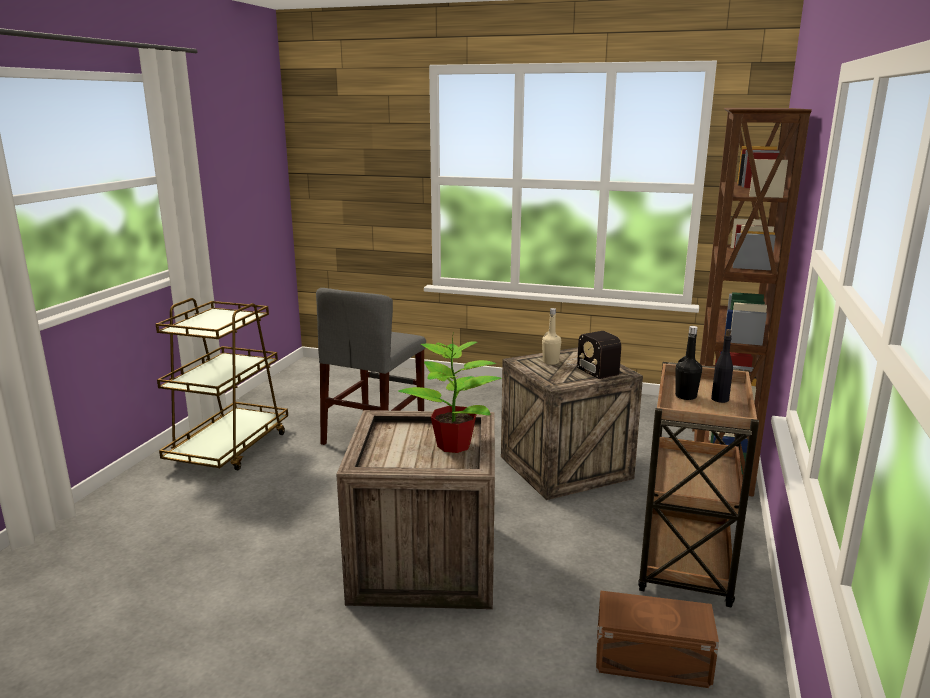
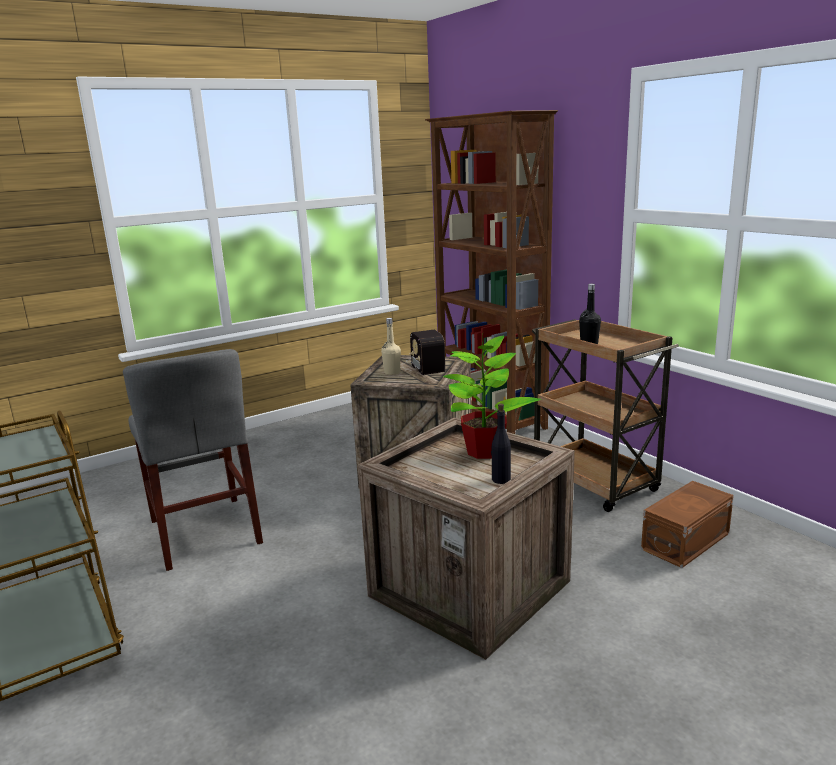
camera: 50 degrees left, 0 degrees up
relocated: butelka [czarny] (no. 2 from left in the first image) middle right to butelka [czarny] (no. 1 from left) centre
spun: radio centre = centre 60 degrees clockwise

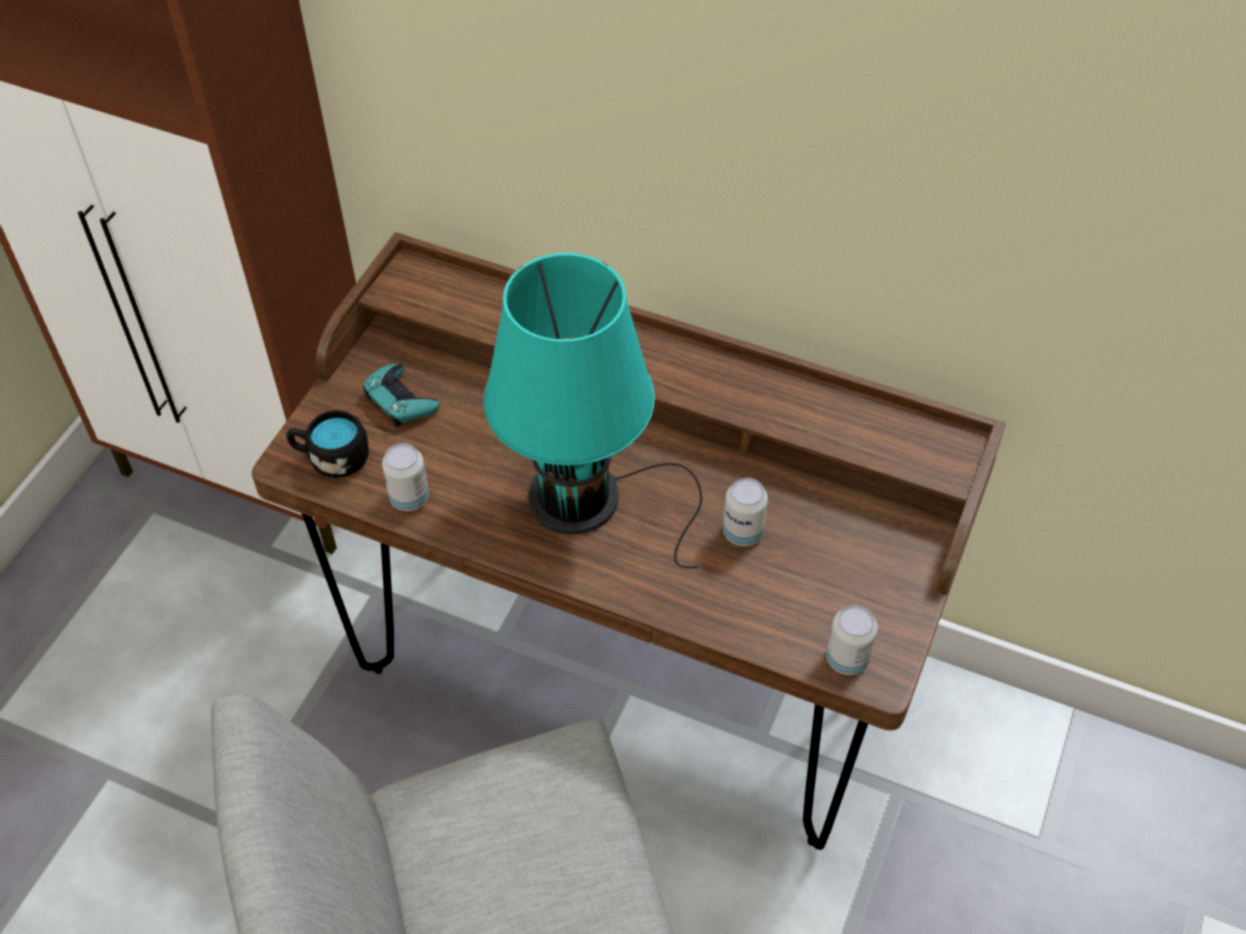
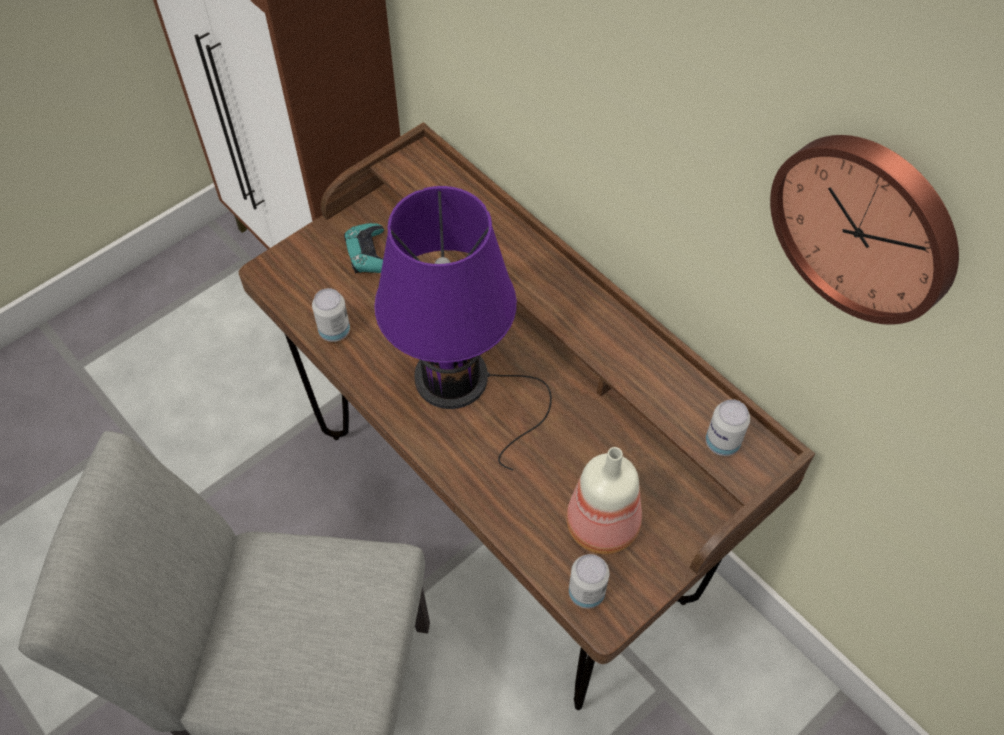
camera: 25 degrees right, 5 degrees up
missing: kubek [czarny] middle left
appeared: butelka bottom centre; zegar ścienny top right
relocated: puszka (no. 2 from left in the first image) centre to puszka (no. 3 from left) middle right
colour: lampa stołowa [turkusowy] centre to lampa stołowa [fioletowy] centre

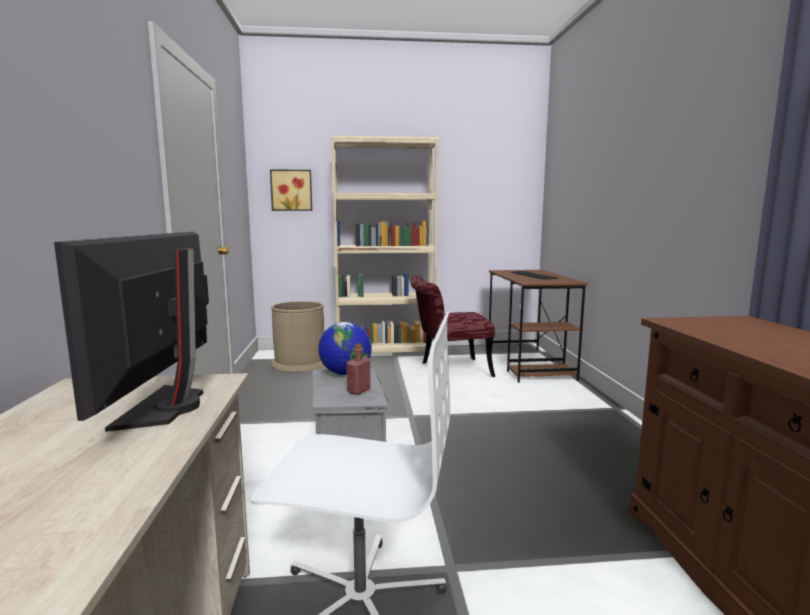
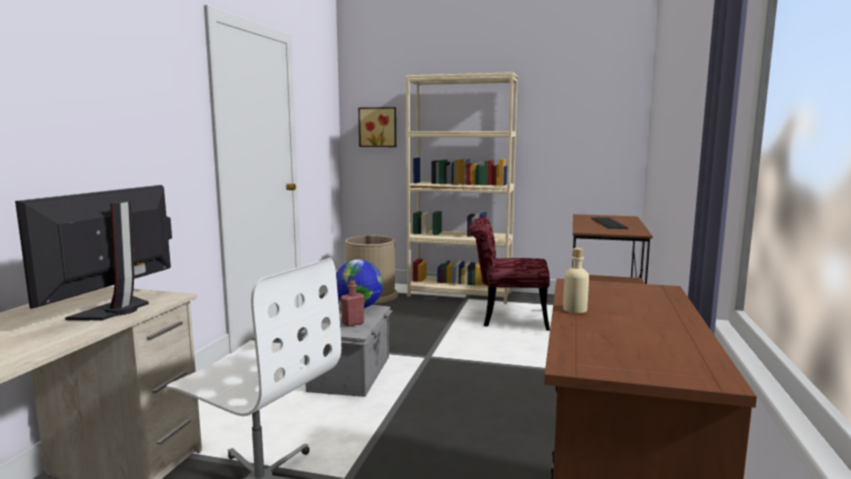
camera: 20 degrees right, 0 degrees up
appeared: butelka [beżowy] middle right

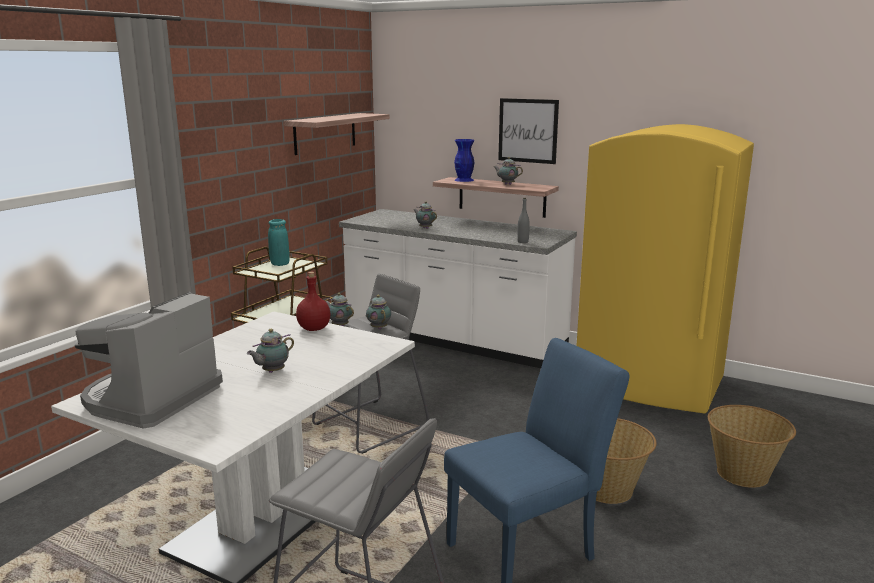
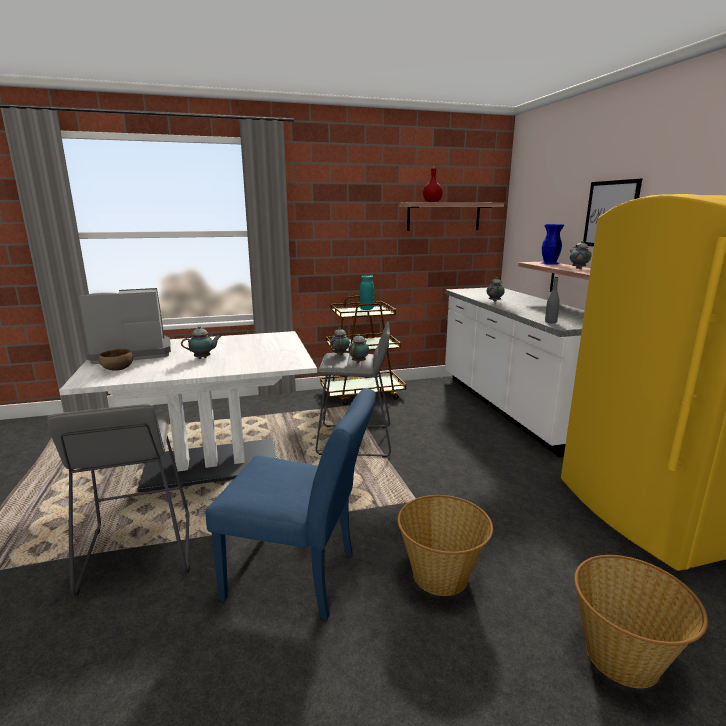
camera: 45 degrees right, 0 degrees up
appeared: miska [brązowy] middle left
relocated: butelka [czerwony] centre to top centre
spun: imbryk (no. 1 from left) middle left = middle left 150 degrees clockwise

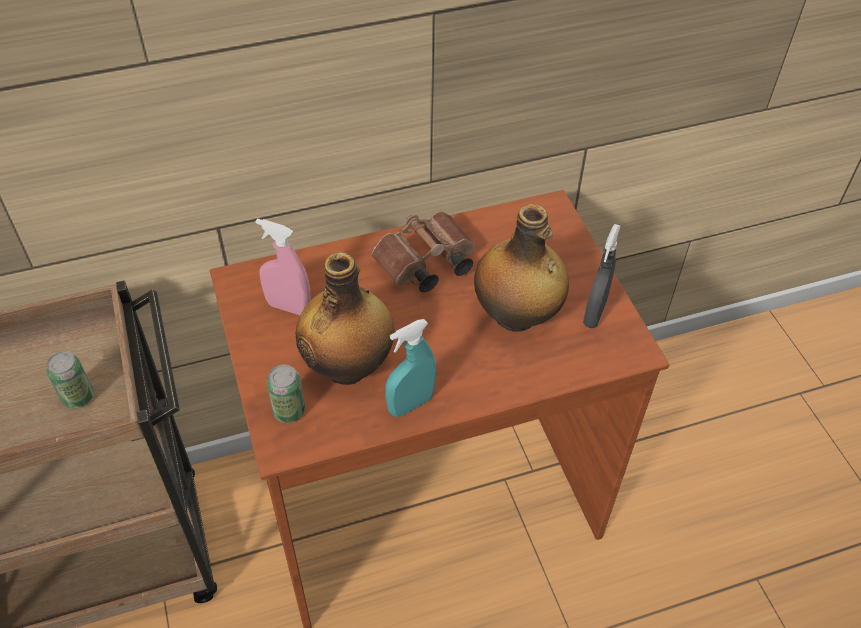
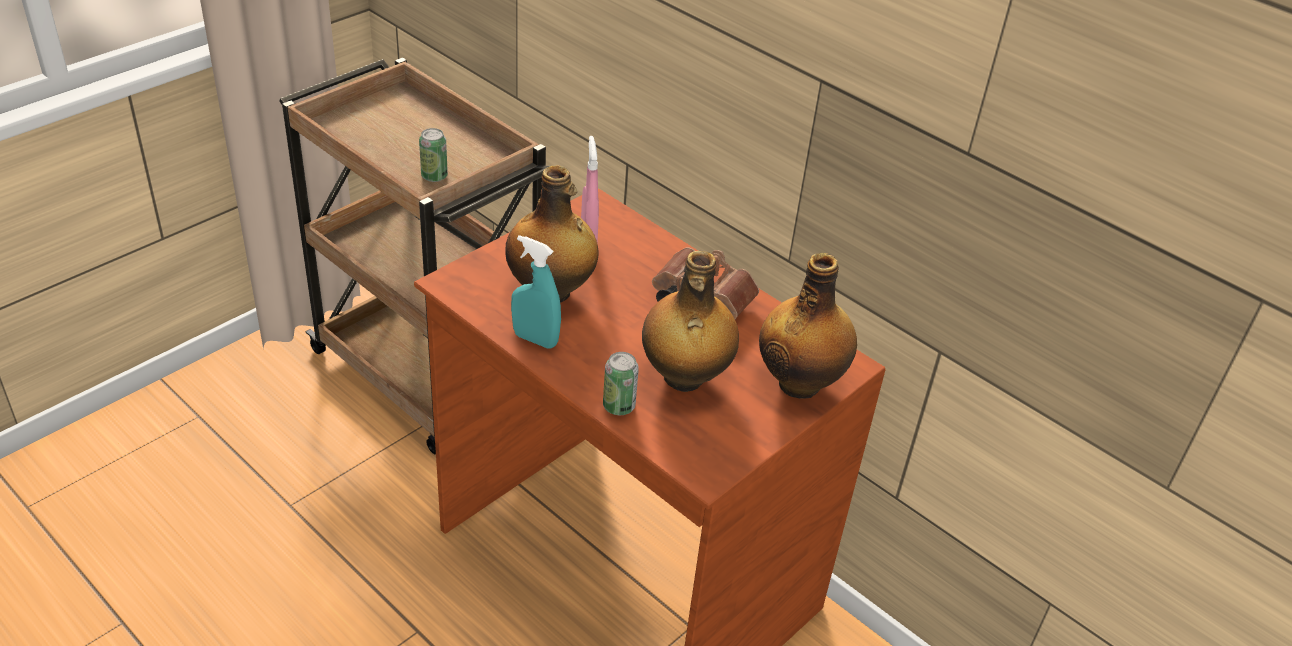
camera: 60 degrees right, 10 degrees down
missing: spryskiwacz [szary] middle right
appeared: butelka (no. 3 from left) centre
relocated: puszka (no. 2 from left) middle left to centre

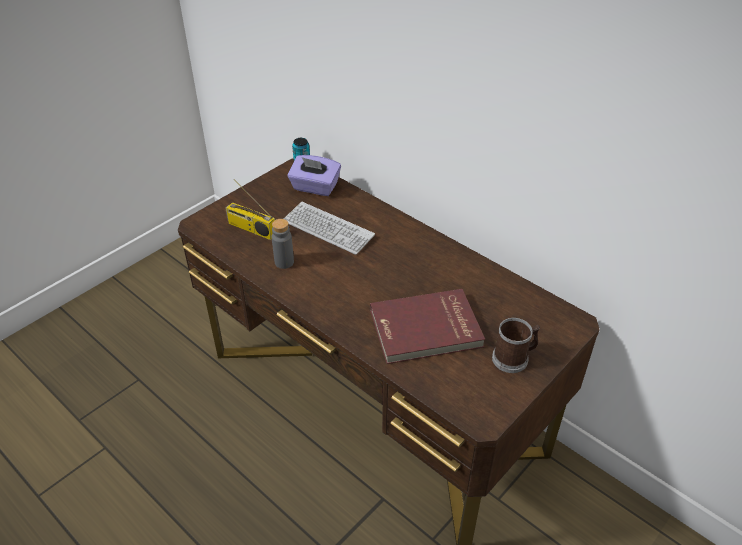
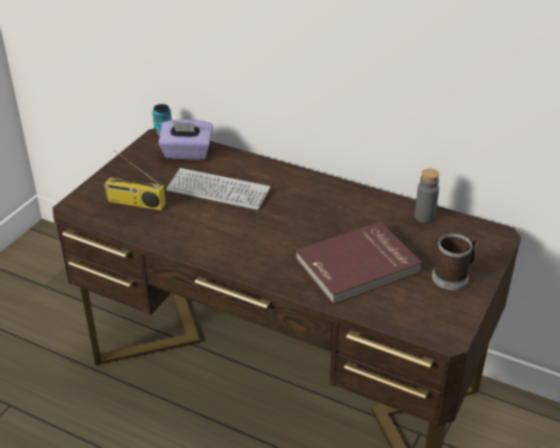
camera: 15 degrees left, 5 degrees down
relocated: butelka [szary] centre to middle right

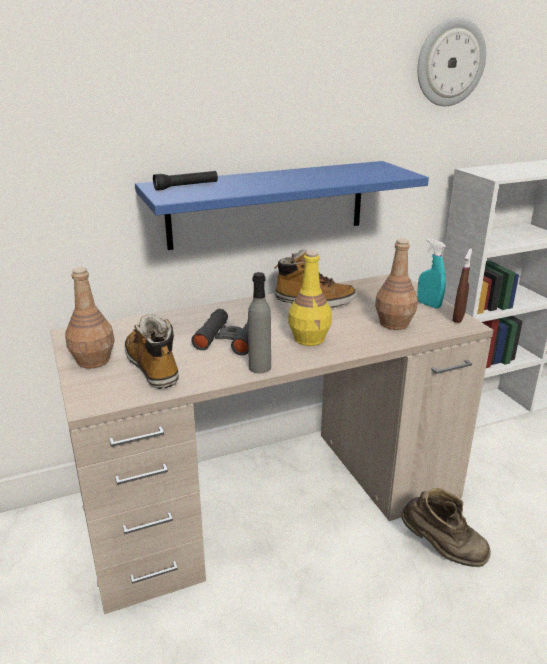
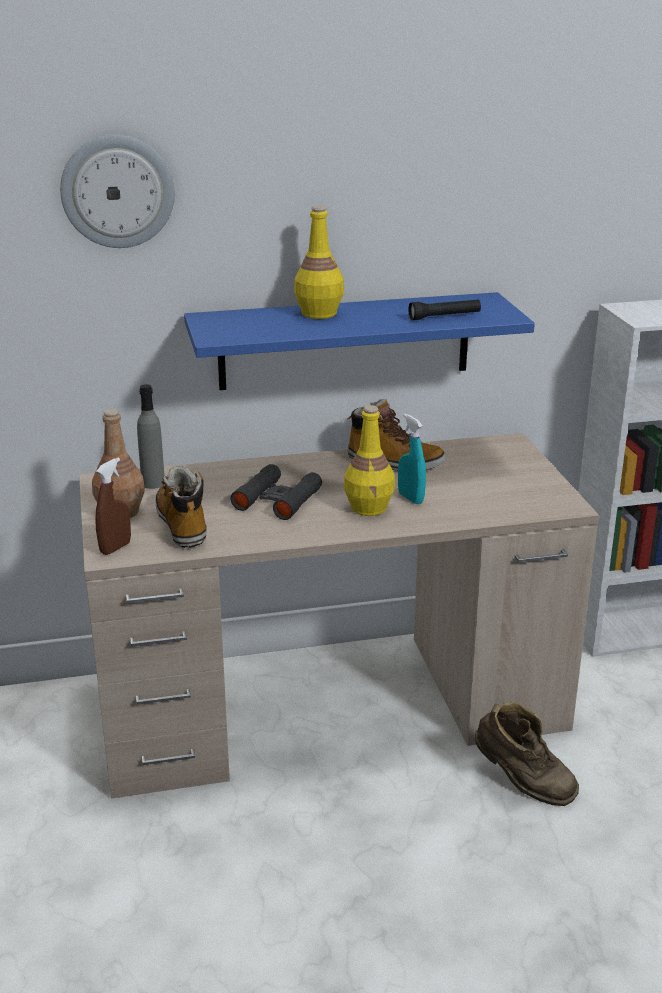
camera: 10 degrees right, 0 degrees up
missing: butelka [brązowy] (no. 2 from left) middle right
appeared: butelka [żółty] (no. 1 from left) top centre
relocated: latarka [czarny] top centre to top right; butelka [szary] centre to middle left; zegar ścienny top right to top left; spryskiwacz [turkusowy] middle right to centre; spryskiwacz [brązowy] middle right to middle left

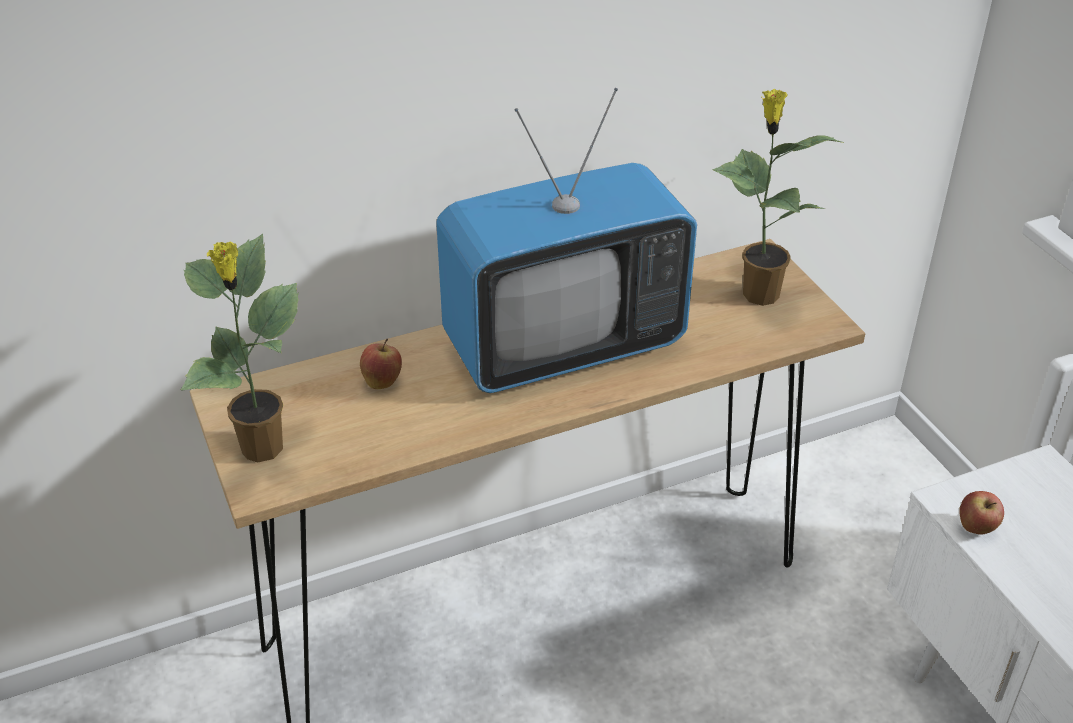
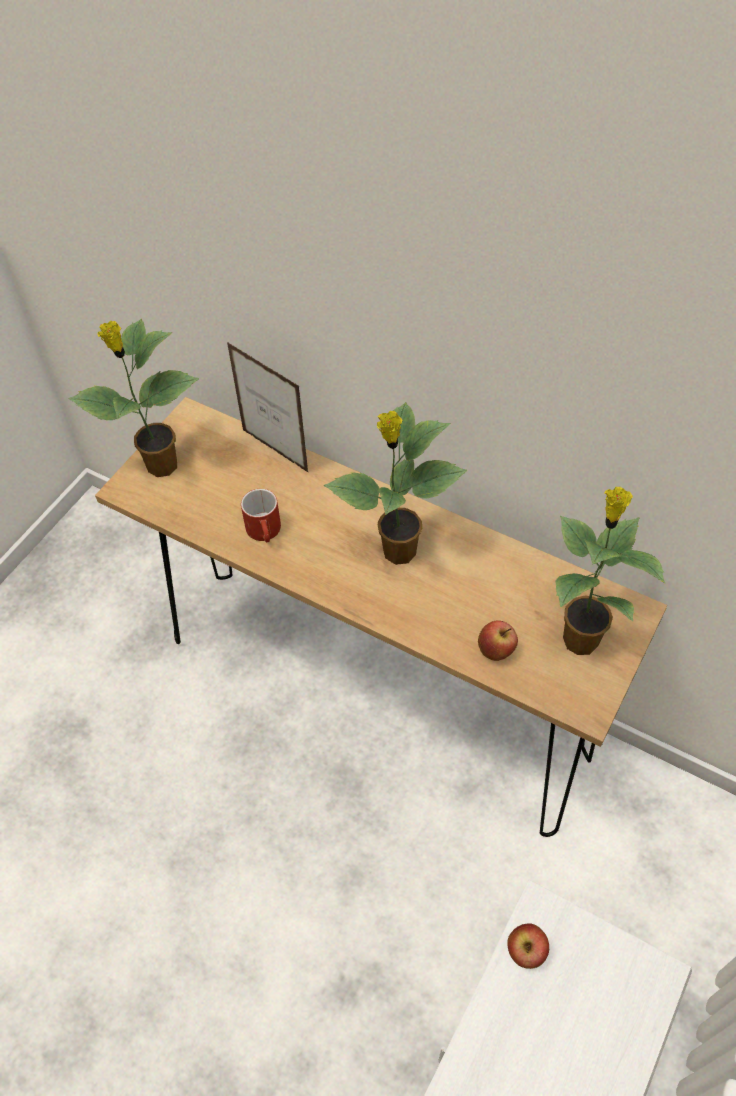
camera: 55 degrees right, 15 degrees up
appeared: ramka na zdjęcie centre; kubek [czerwony] centre
relocated: jabłko (no. 1 from left) centre to middle right
exchanged: telewizor top centre to roślina doniczkowa (no. 2 from left) centre

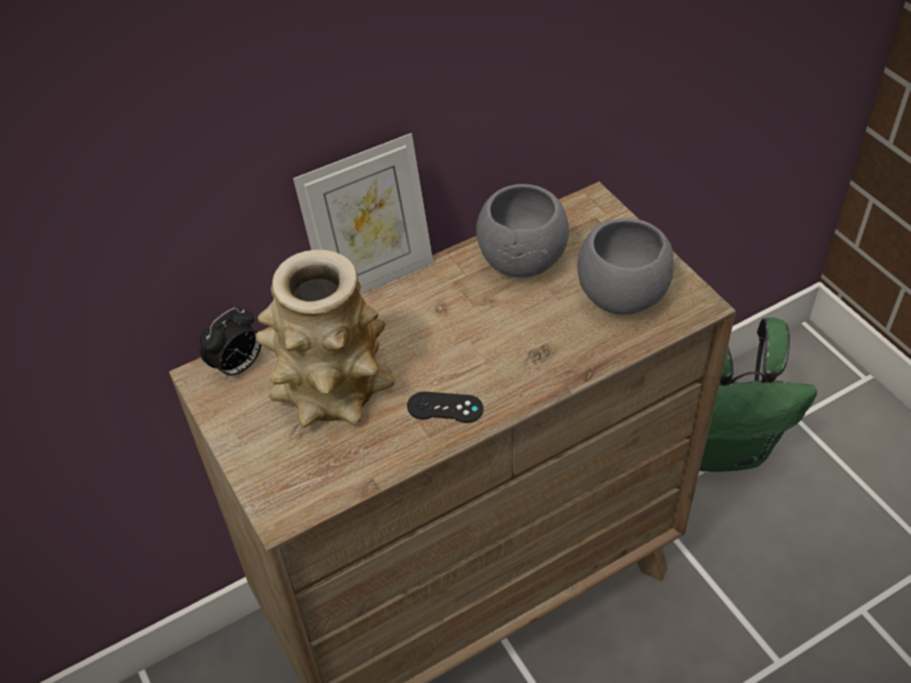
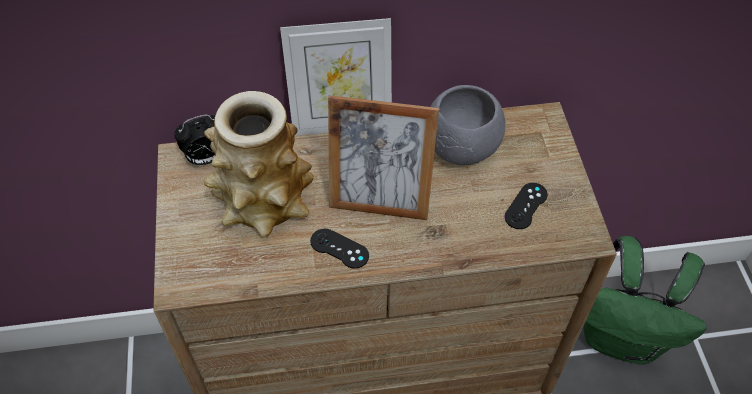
camera: 20 degrees right, 5 degrees up
appeared: ramka na zdjęcie (no. 2 from left) centre
exchanged: miska [szary] (no. 2 from left) middle right to pad do gier [czarny] (no. 2 from left) middle right

